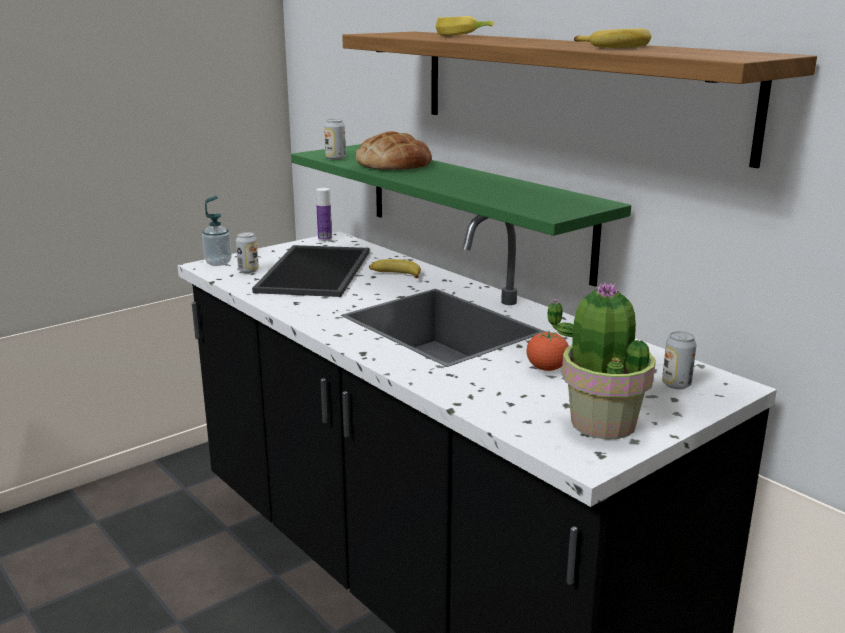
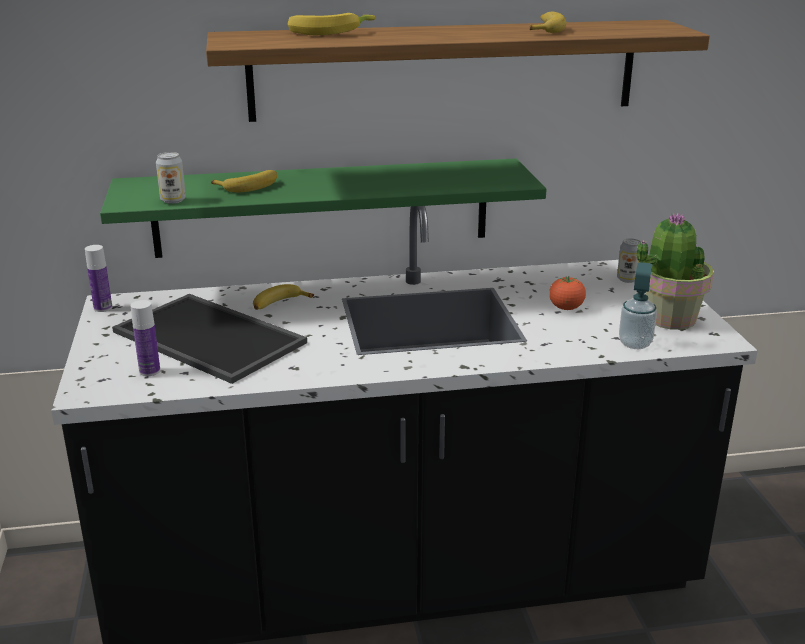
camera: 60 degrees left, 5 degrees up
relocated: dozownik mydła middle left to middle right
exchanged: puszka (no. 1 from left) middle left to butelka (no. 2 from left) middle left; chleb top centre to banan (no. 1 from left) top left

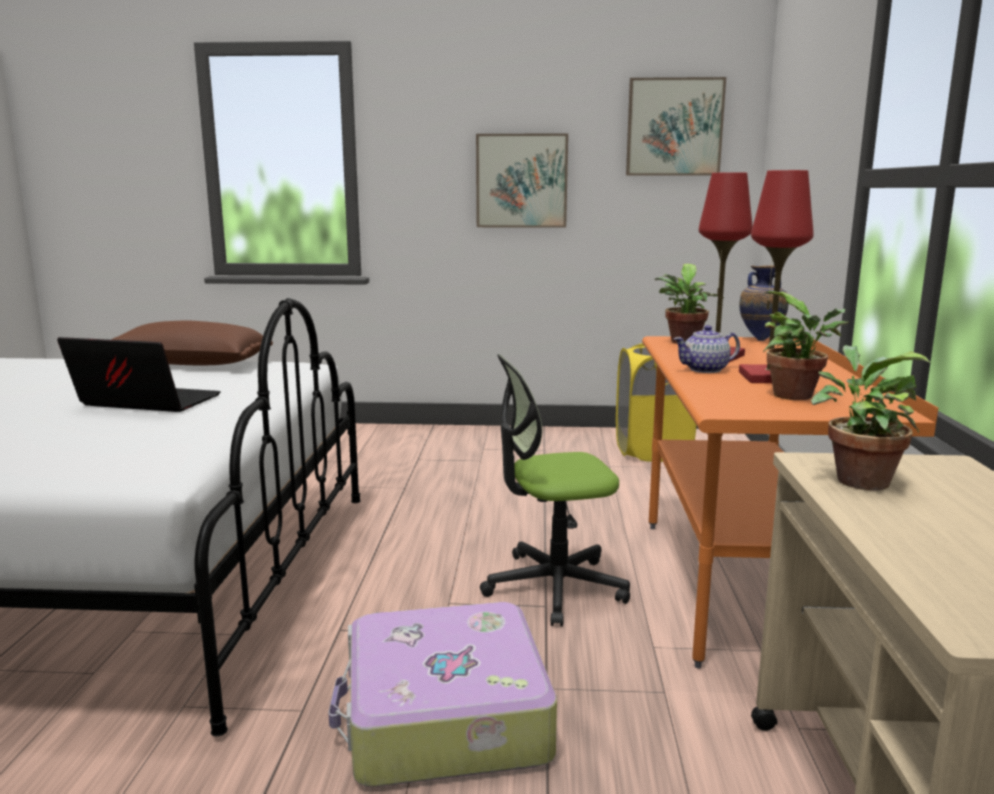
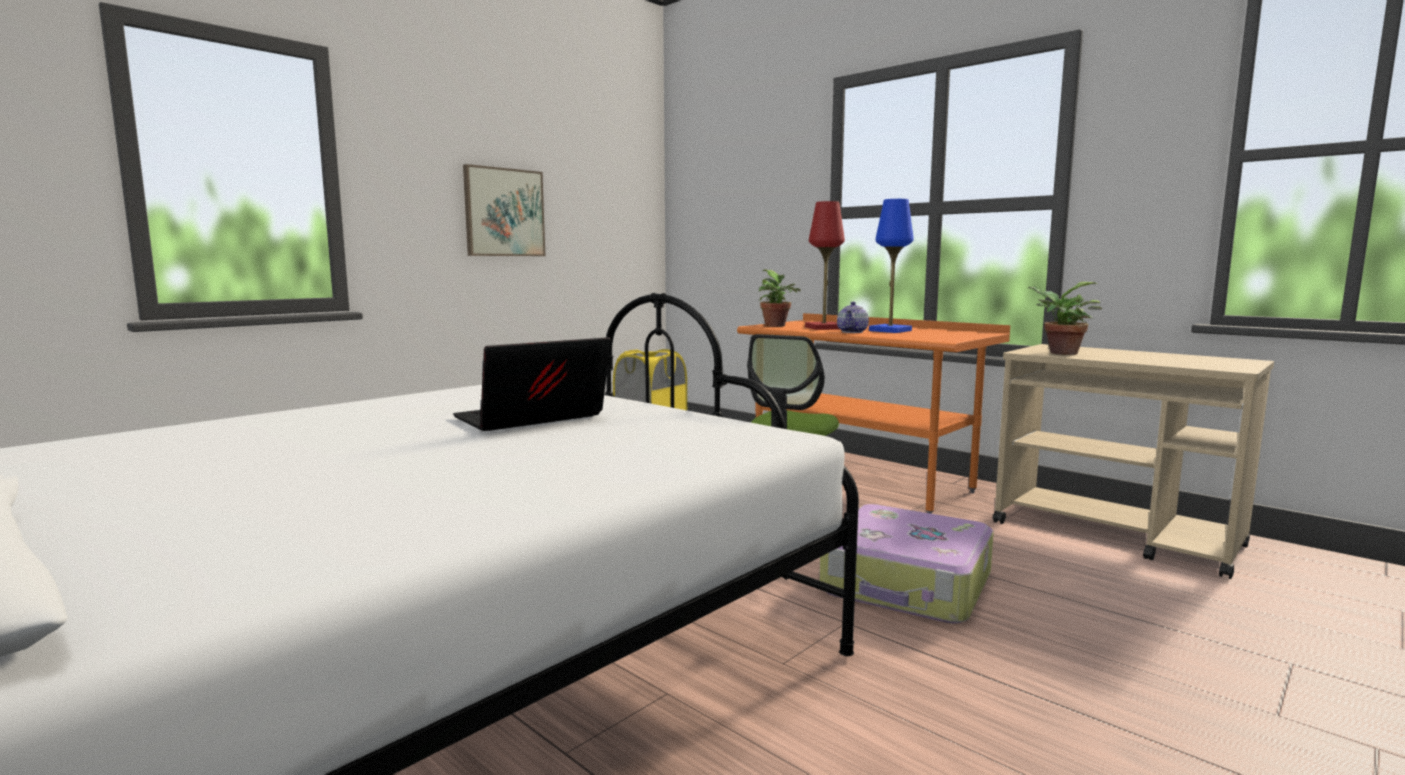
camera: 50 degrees left, 5 degrees down
missing: poduszka [brązowy] middle left; obraz (no. 2 from left) top right; wazon middle right; roślina doniczkowa (no. 2 from left) middle right
colour: lampa stołowa [czerwony] (no. 2 from left) middle right to lampa stołowa [niebieski] centre

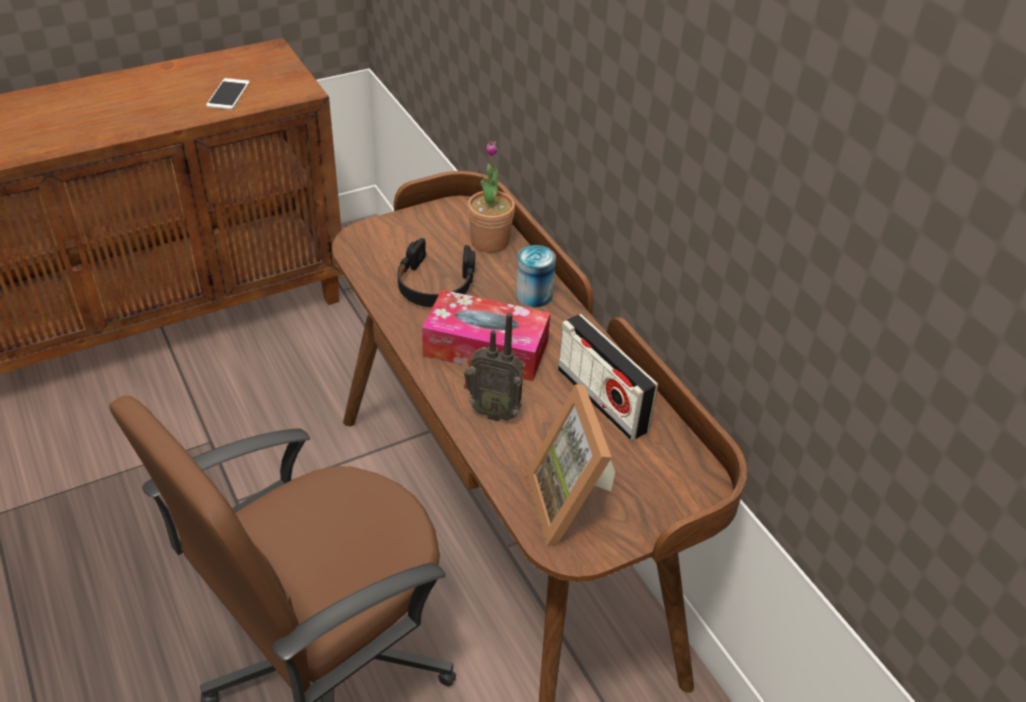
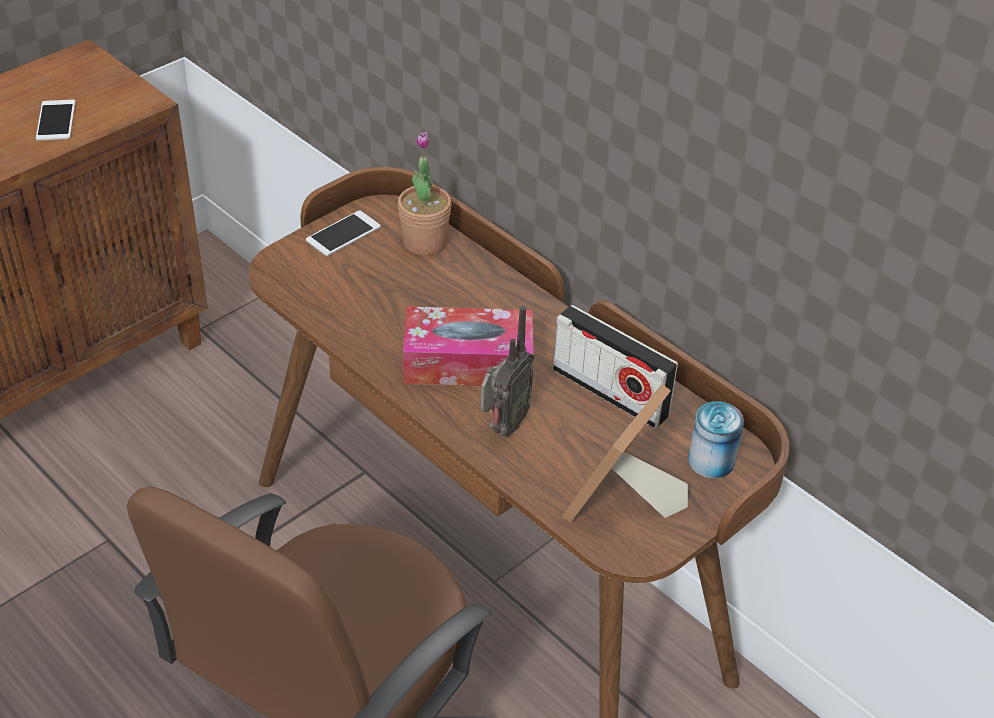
camera: 15 degrees left, 0 degrees up
missing: słuchawki [czarny] centre
appeared: telefon (no. 2 from left) top centre
relocated: puszka centre to middle right
spun: radio (no. 1 from left) centre = centre 60 degrees counterclockwise; ramka na zdjęcie centre = centre 60 degrees clockwise

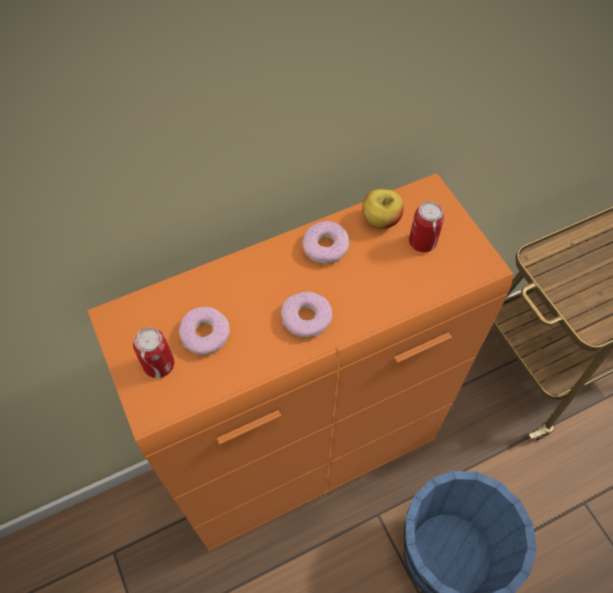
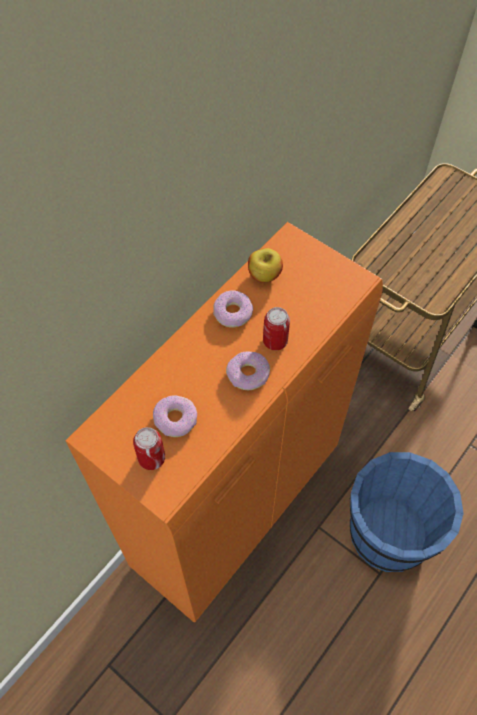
camera: 25 degrees left, 0 degrees up
relocated: puszka (no. 2 from left) middle right to centre

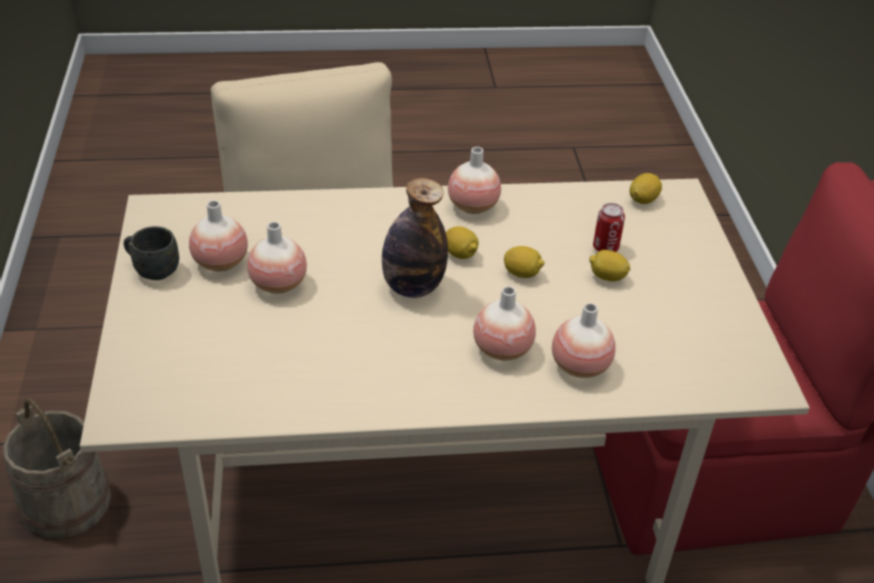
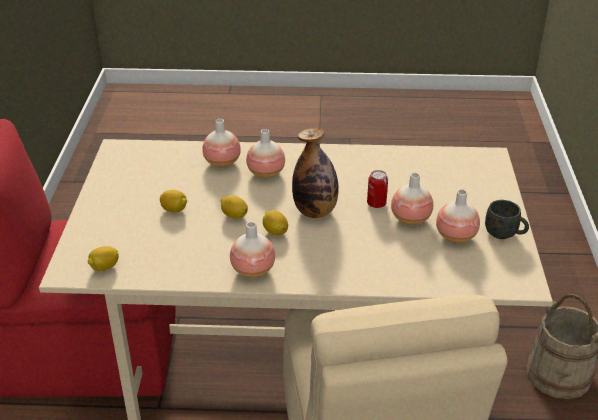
camera: 170 degrees left, 5 degrees down
relocated: puszka middle right to centre

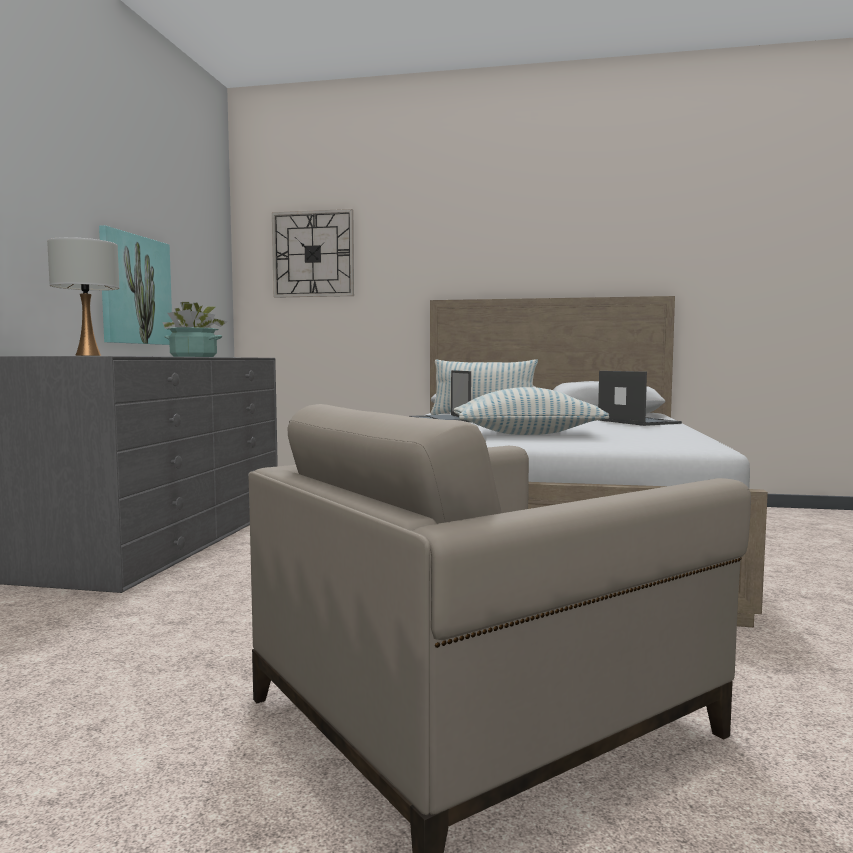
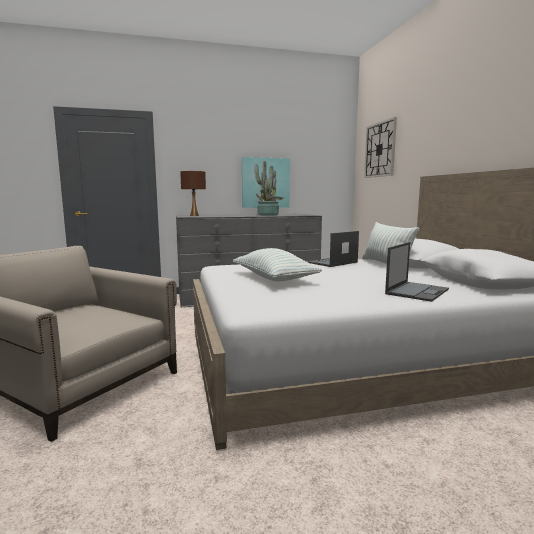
camera: 65 degrees right, 5 degrees up
colour: lampa stołowa [biały] middle left to lampa stołowa [brązowy] centre

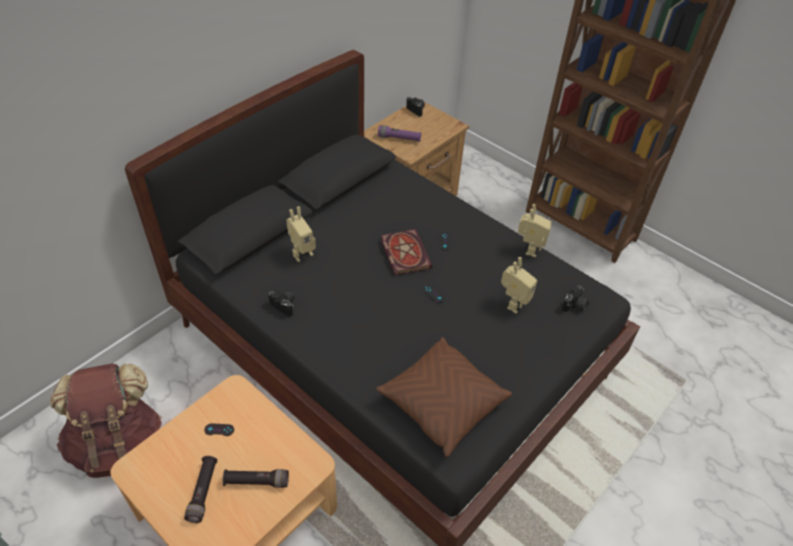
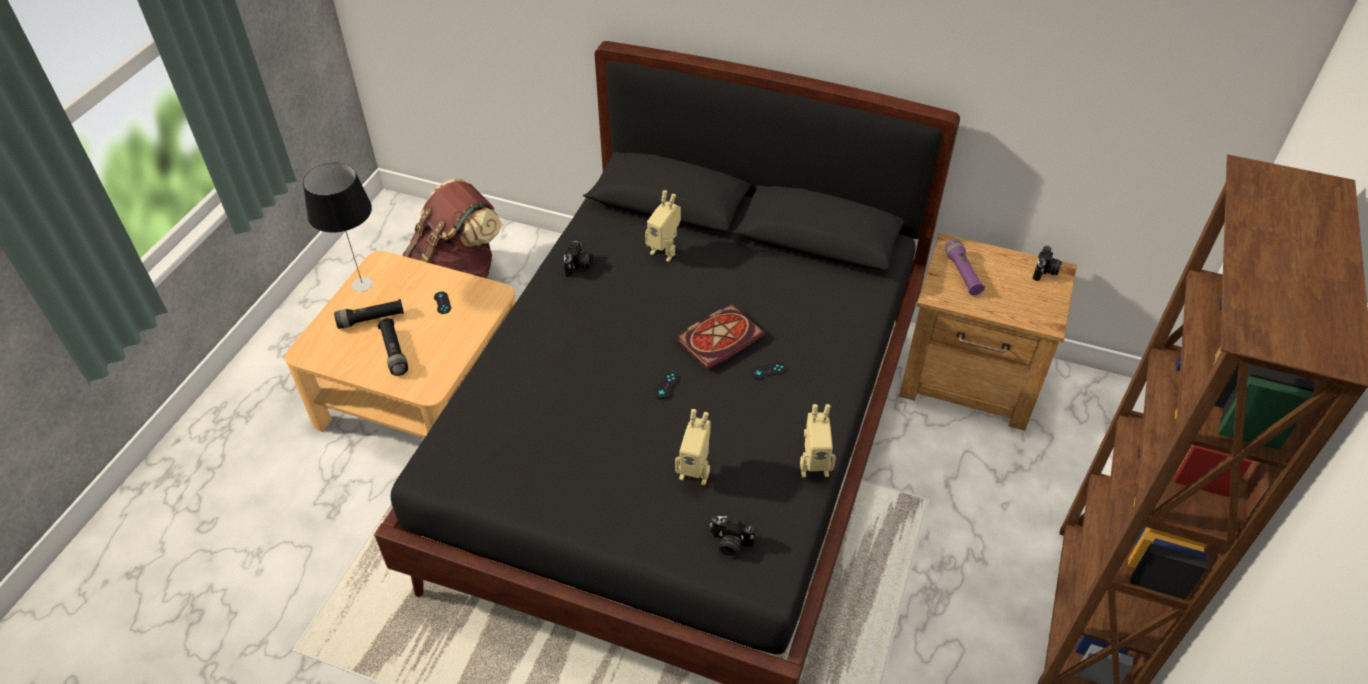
camera: 70 degrees right, 0 degrees up
missing: poduszka [brązowy] bottom centre
appeared: lampa stołowa top left

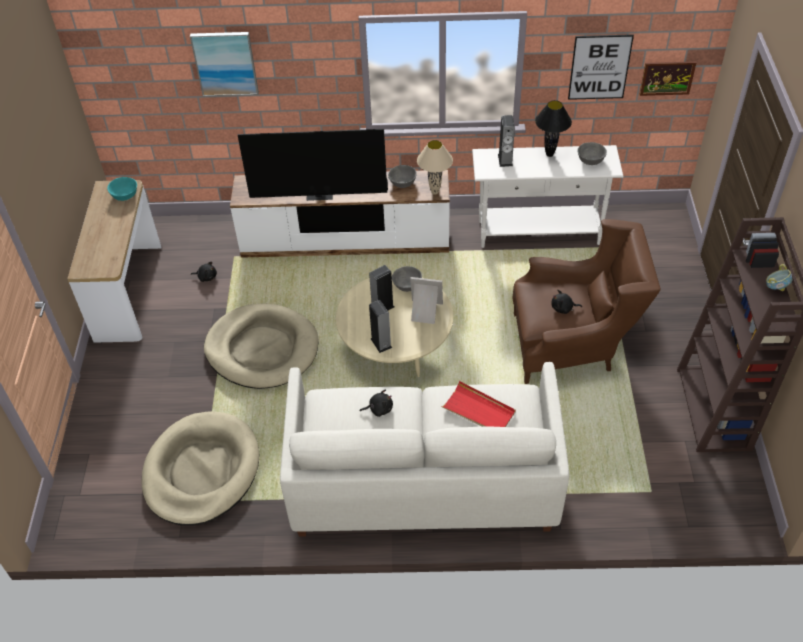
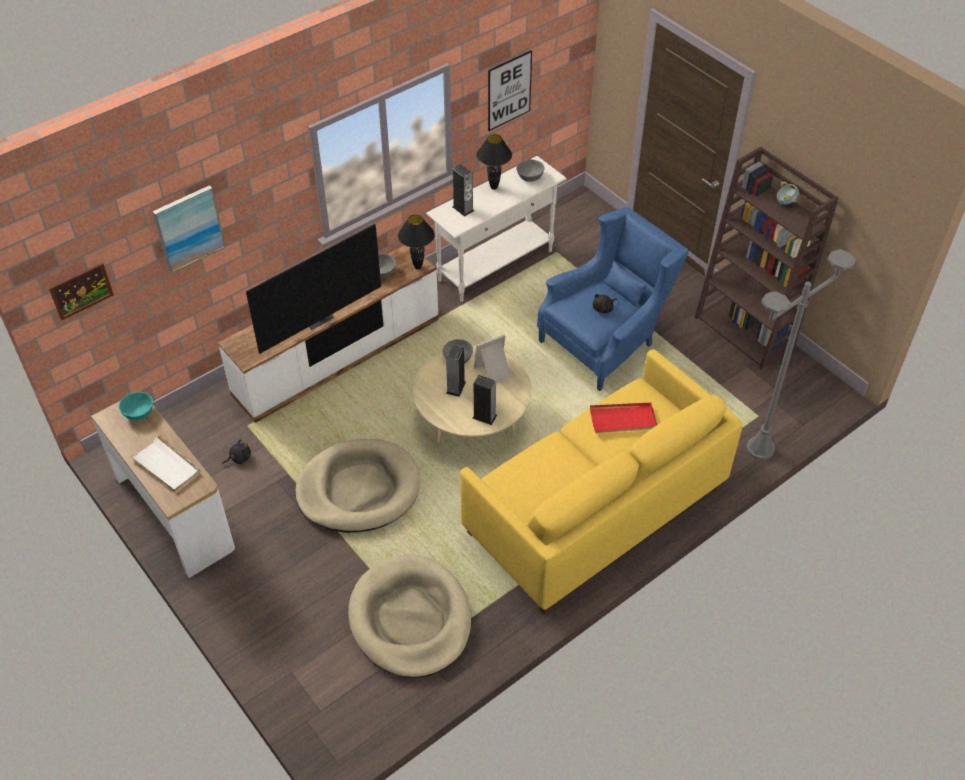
camera: 40 degrees left, 0 degrees up
missing: pluszak [czarny] (no. 2 from left) centre
appeared: taca [biały] middle left; lampa stojąca [szary] middle right
relocated: obraz (no. 3 from left in the first image) top right to obraz (no. 1 from left) middle left
colour: kanapa [biały] bottom centre to kanapa [żółty] centre; lampa stołowa [beżowy] top centre to lampa stołowa [czarny] (no. 1 from left) top centre; fotel [brązowy] middle right to fotel [niebieski] centre

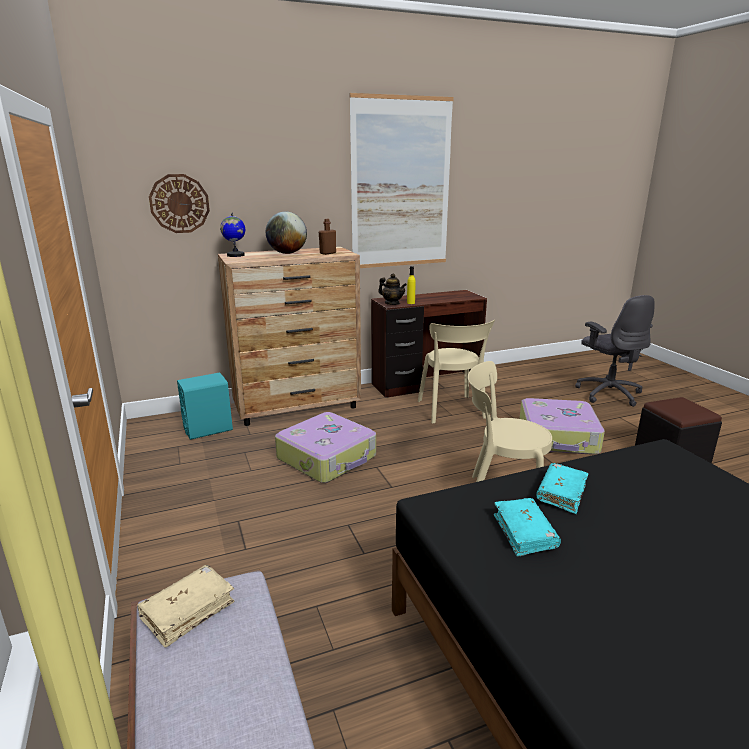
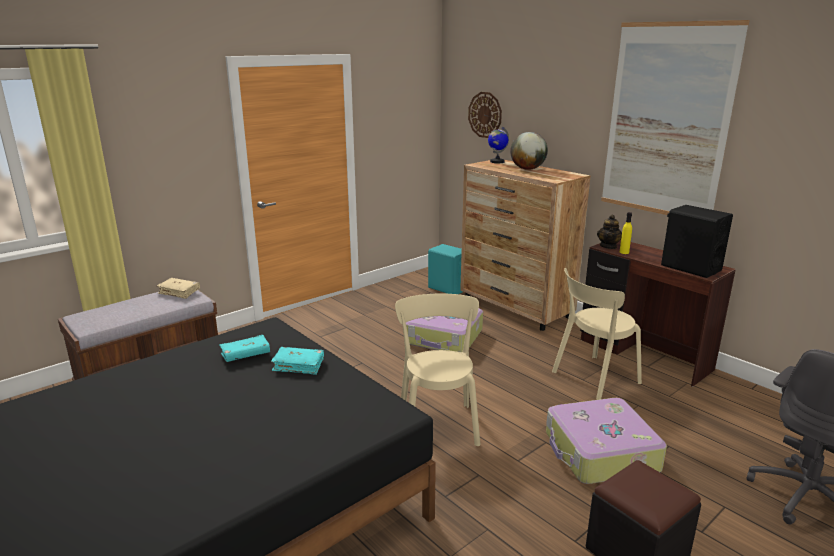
camera: 70 degrees right, 0 degrees up
missing: butelka [brązowy] top centre
appeared: głośnik [czarny] middle right

